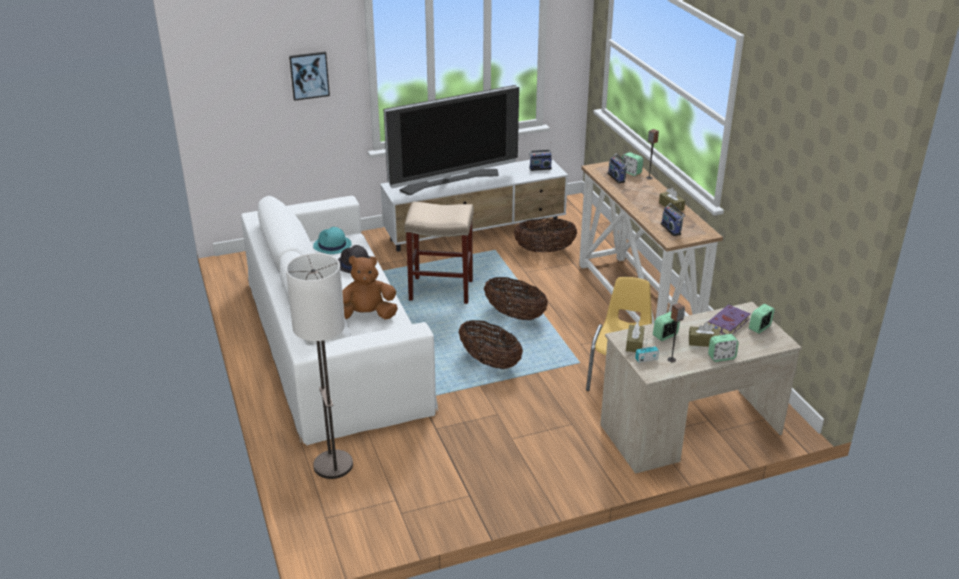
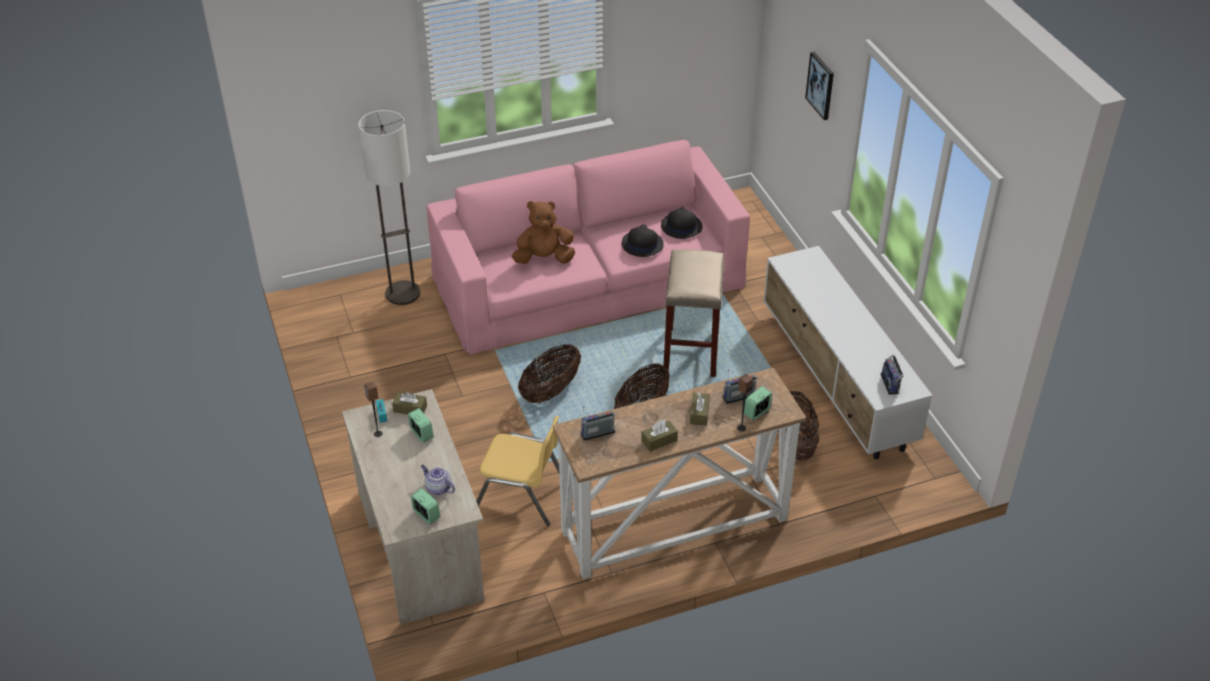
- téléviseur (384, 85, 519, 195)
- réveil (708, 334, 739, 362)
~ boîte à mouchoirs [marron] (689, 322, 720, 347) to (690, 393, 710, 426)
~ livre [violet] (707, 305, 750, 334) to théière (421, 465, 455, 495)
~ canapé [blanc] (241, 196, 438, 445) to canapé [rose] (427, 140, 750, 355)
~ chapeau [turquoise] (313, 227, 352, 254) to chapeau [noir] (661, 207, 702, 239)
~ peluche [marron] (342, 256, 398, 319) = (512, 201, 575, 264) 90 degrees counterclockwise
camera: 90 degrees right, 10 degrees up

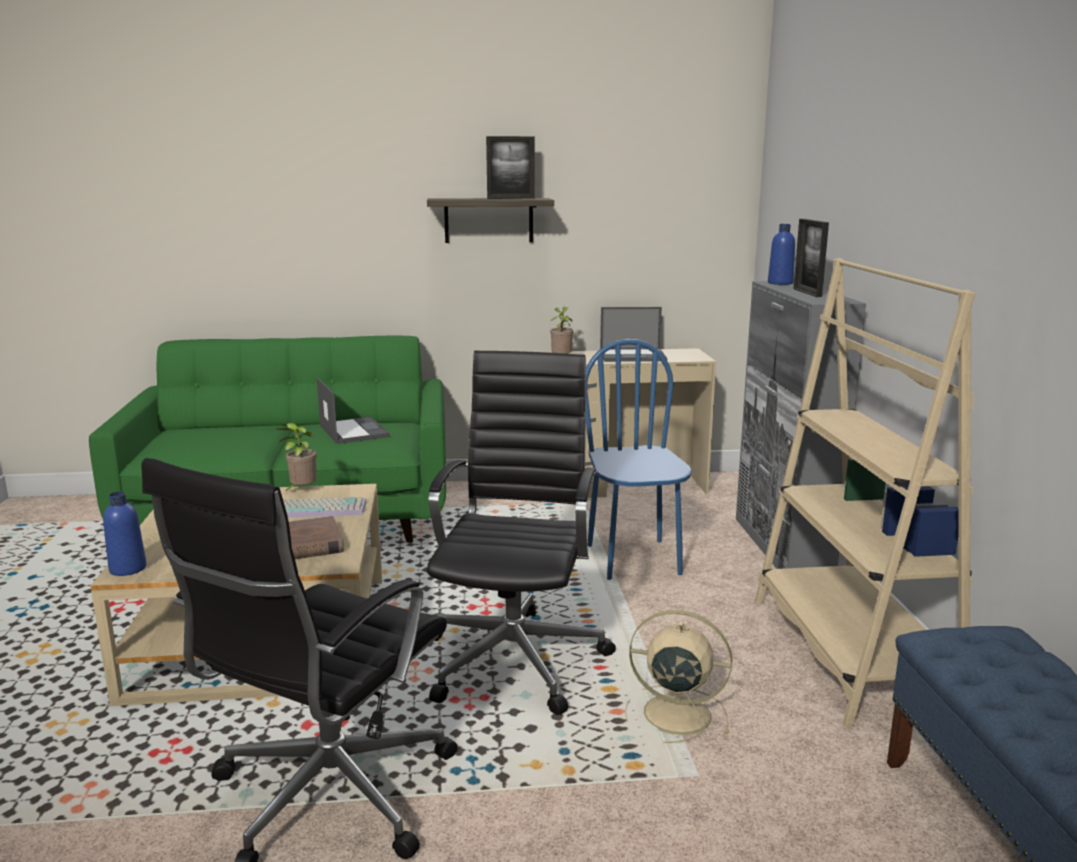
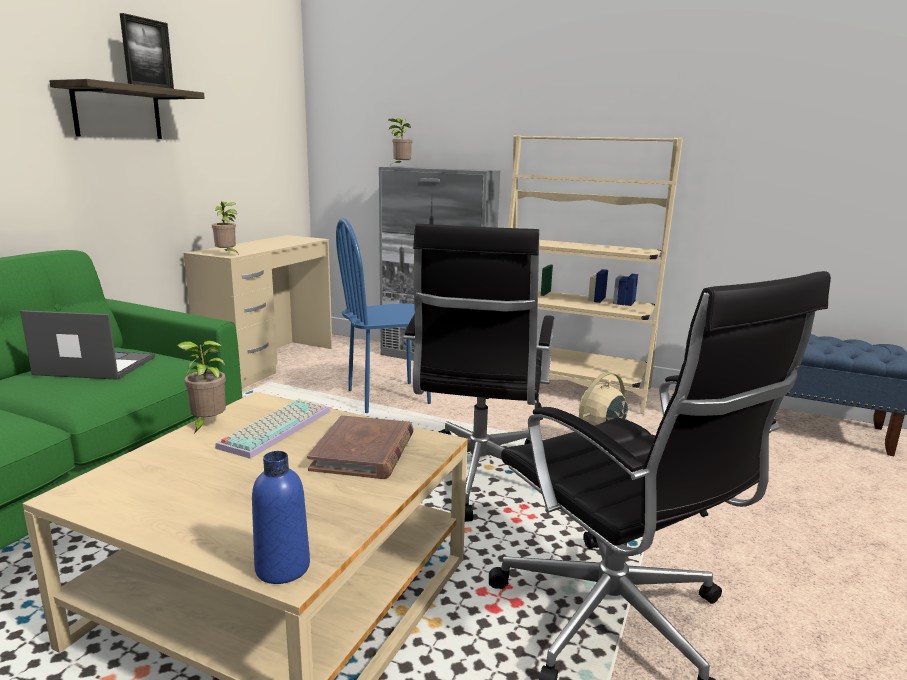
- ordinateur portable (600, 307, 667, 362)
- cadre photo (793, 219, 829, 297)
~ bouteille [bleu] (768, 224, 795, 285) to plante en pot (388, 118, 412, 163)
~ chaise de bureau [noir] (427, 350, 616, 715) = (403, 224, 554, 522) 120 degrees counterclockwise
~ chaise [bleu] (586, 339, 692, 580) = (336, 218, 431, 413) 45 degrees counterclockwise
camera: 60 degrees left, 0 degrees up

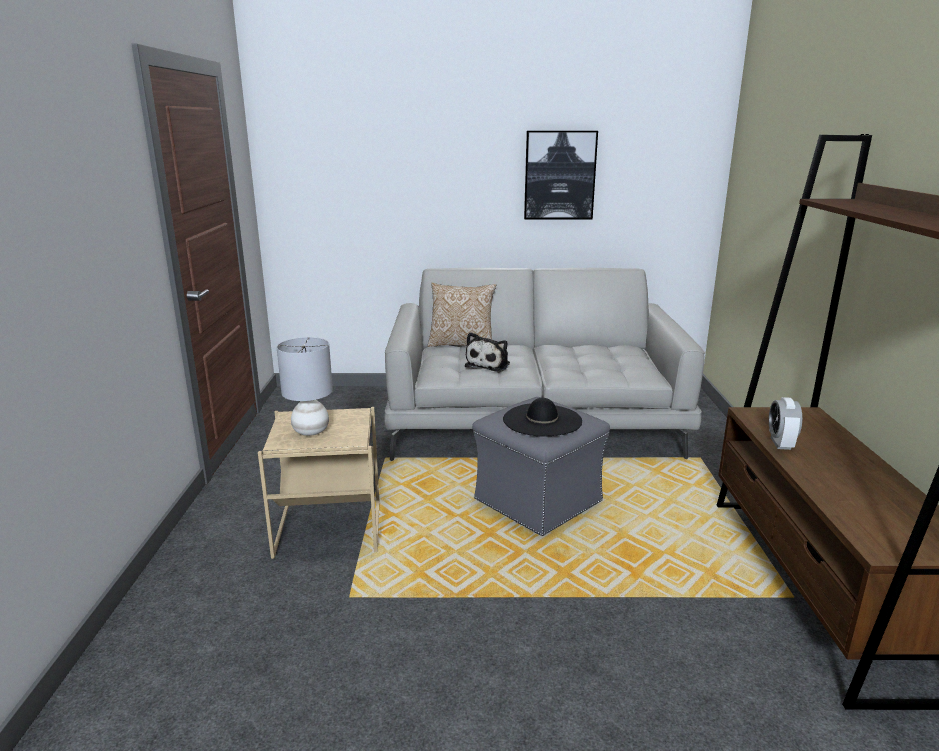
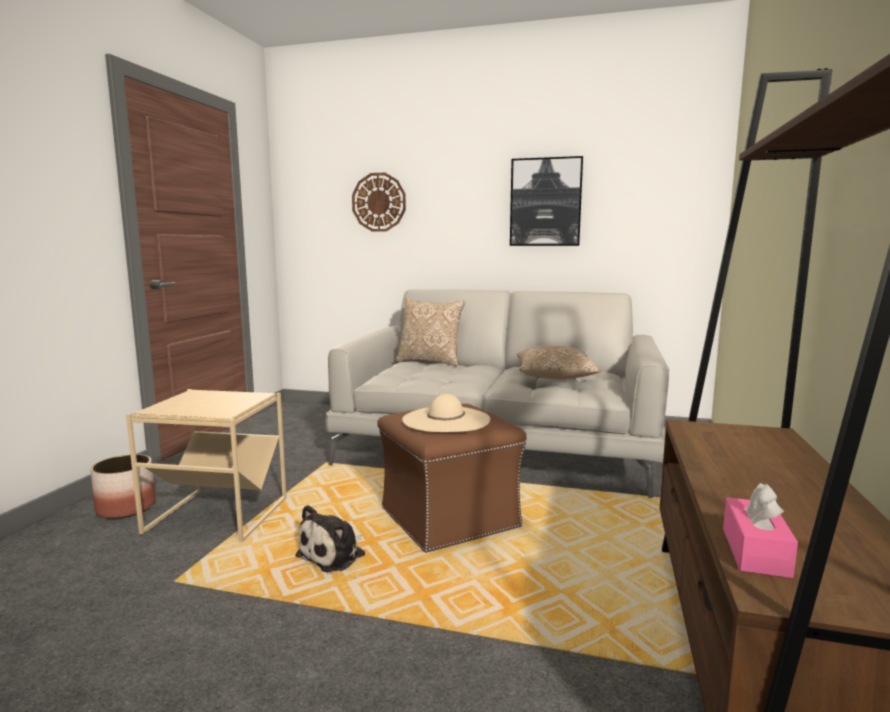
- lampe de table [gris] (277, 337, 333, 436)
- réveil (769, 397, 802, 450)
+ cache-pot (90, 454, 156, 519)
+ horloge murale (352, 173, 406, 232)
+ coussin (517, 345, 601, 379)
+ boîte à mouchoirs [rose] (723, 483, 798, 578)
~ peluche (465, 332, 510, 371) to (295, 505, 365, 572)
~ pouf [gris] (472, 397, 610, 536) to pouf [marron] (377, 404, 527, 553)
~ chapeau [noir] (503, 397, 582, 436) to chapeau [beige] (402, 394, 490, 432)
camera: 15 degrees right, 10 degrees down

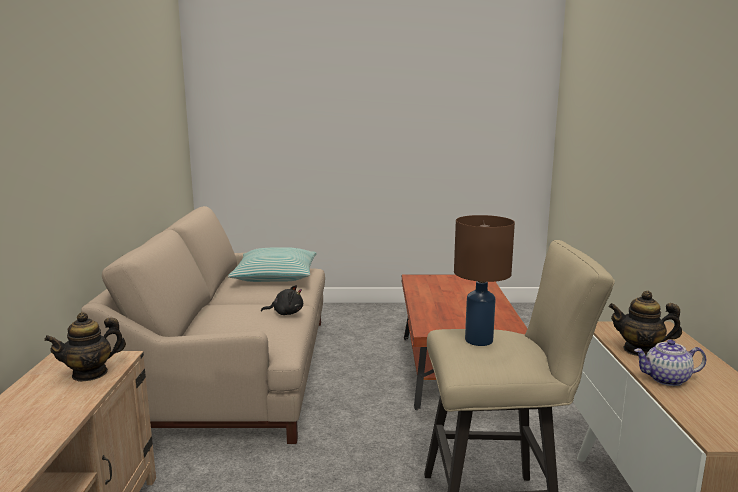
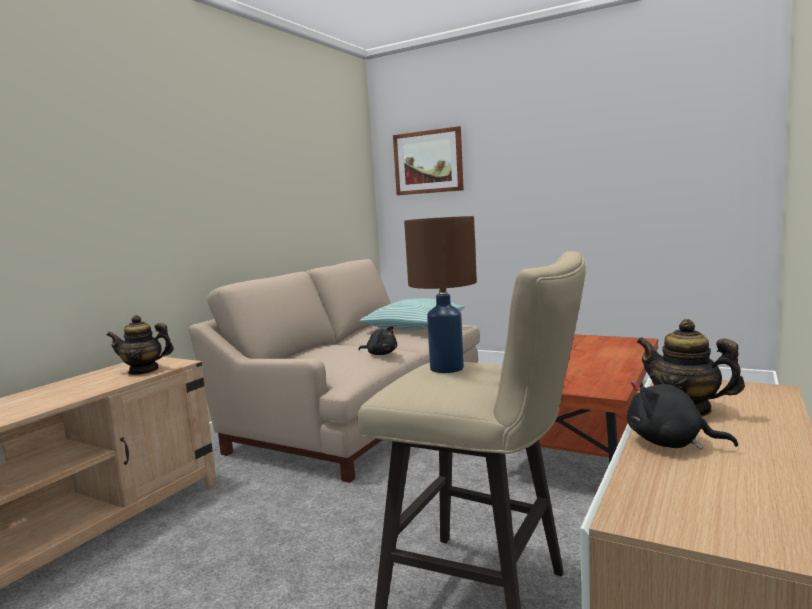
+ tableau (393, 126, 464, 195)
~ théière (634, 340, 706, 386) to peluche [noir] (627, 373, 738, 450)
camera: 30 degrees right, 5 degrees down

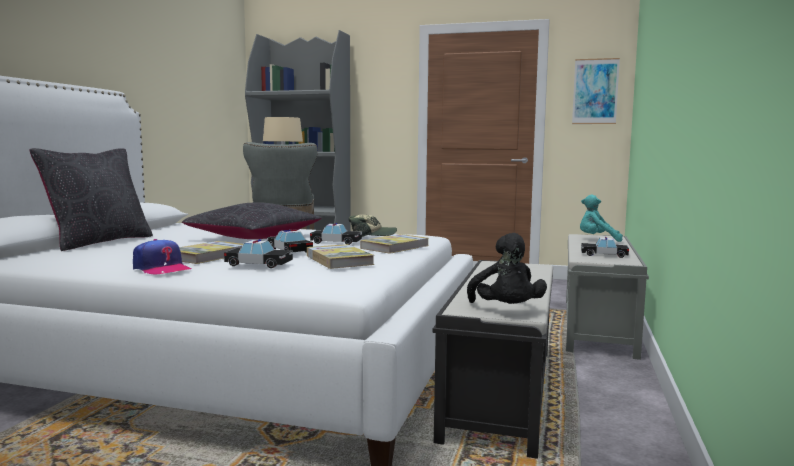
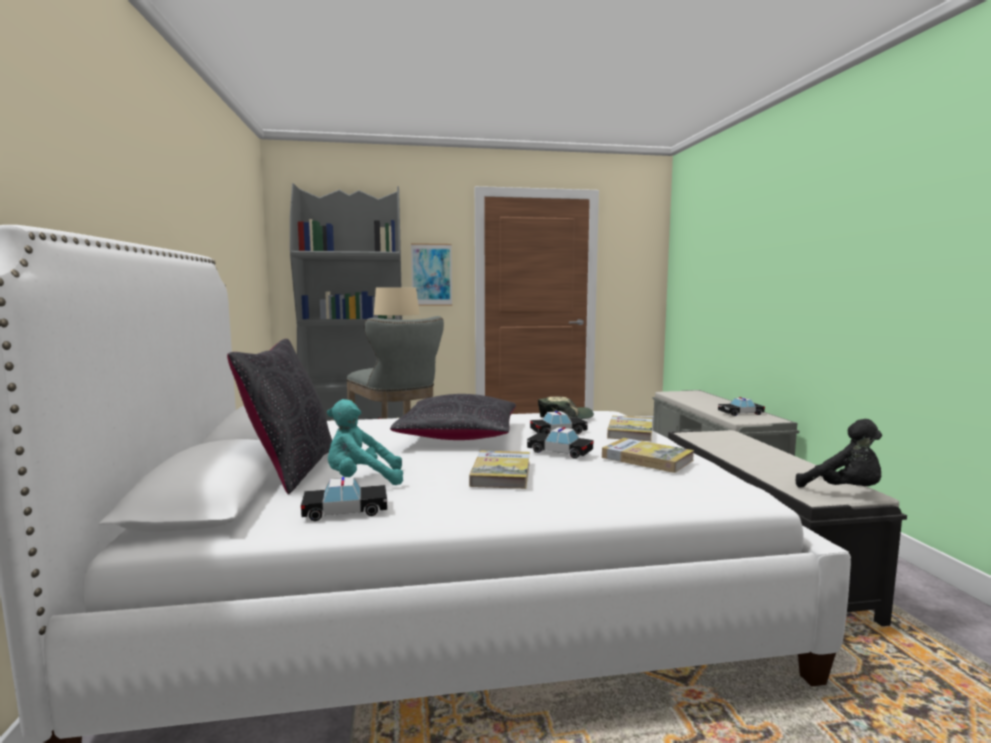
- casquette (133, 239, 191, 274)
~ petite voiture (224, 239, 293, 268) to (301, 477, 387, 521)
~ tableau (572, 58, 620, 124) to (411, 243, 452, 306)
~ peluche [turquoise] (580, 194, 623, 242) to (327, 399, 403, 485)
camera: 25 degrees left, 0 degrees up

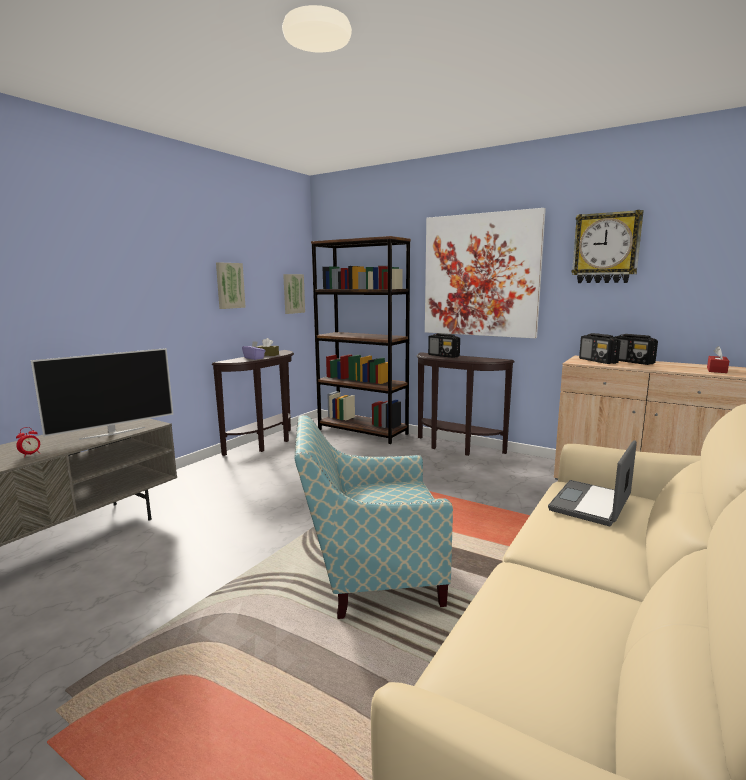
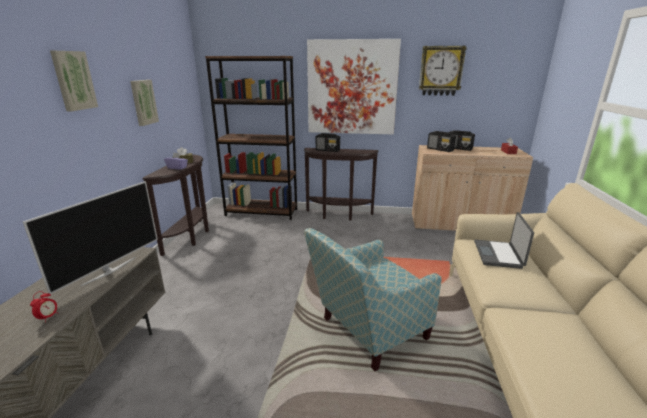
~ tableau (283, 274, 305, 314) to (50, 51, 98, 111)
camera: 25 degrees left, 10 degrees up

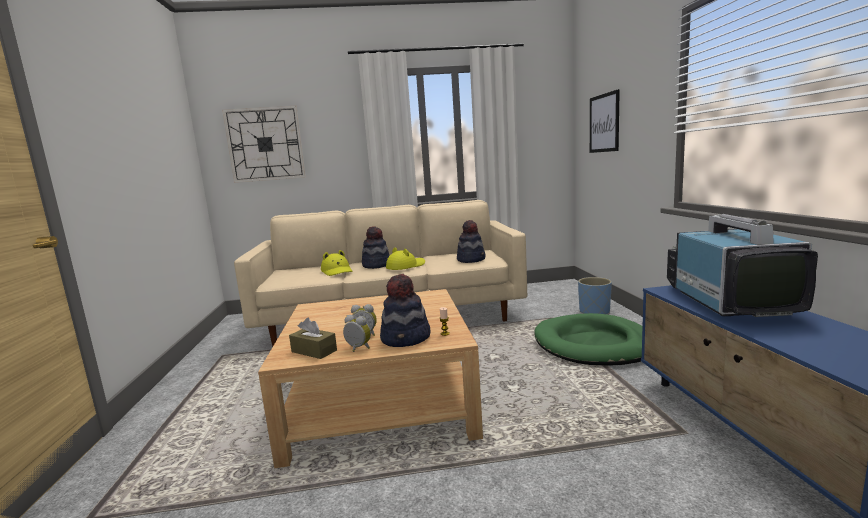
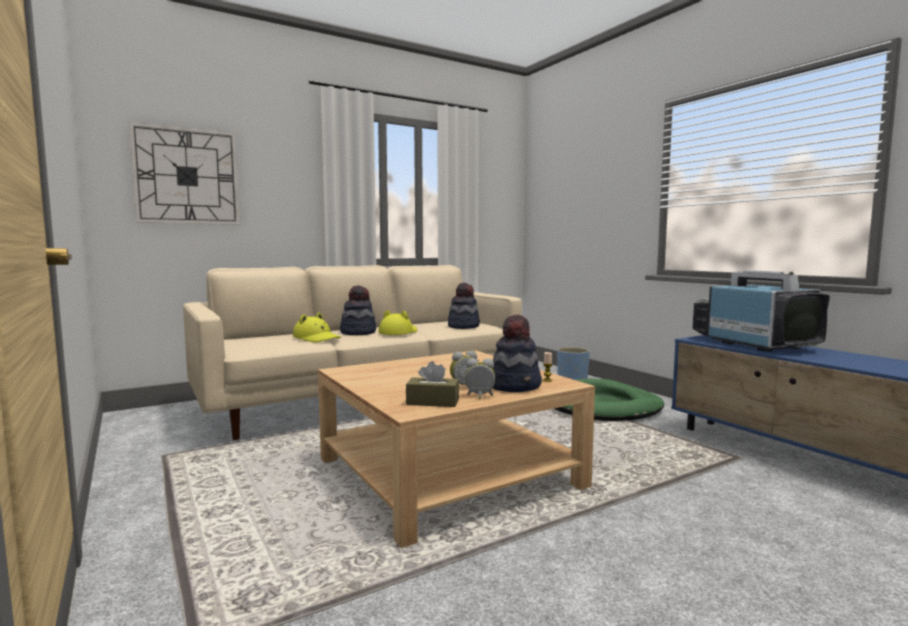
- tableau (590, 89, 620, 153)
camera: 25 degrees left, 5 degrees down

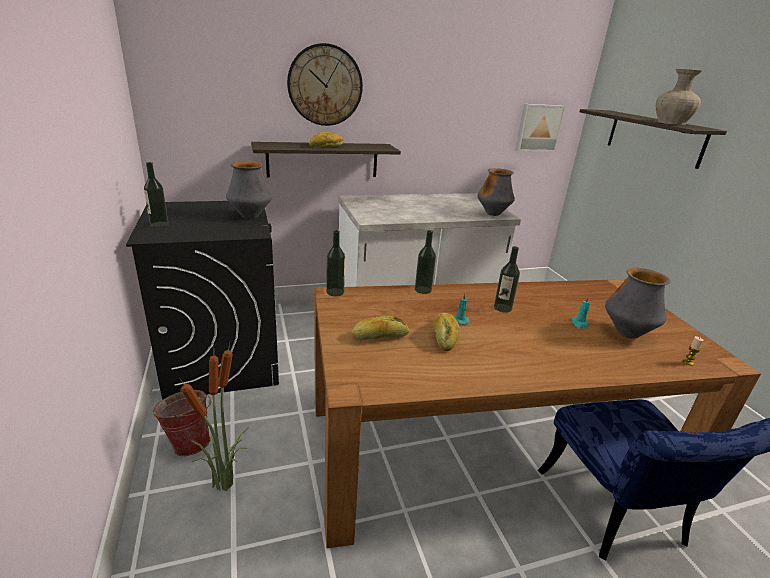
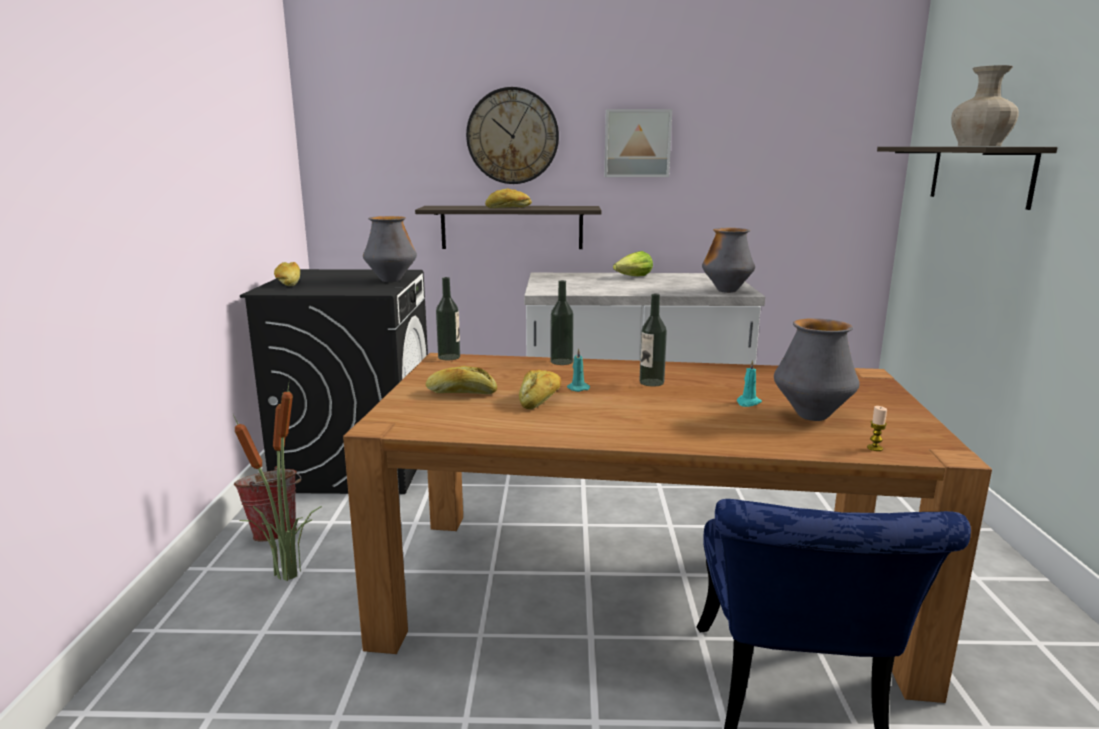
+ laitue (613, 251, 653, 276)
~ tableau (515, 104, 566, 152) to (604, 109, 672, 177)
~ bouteille (144, 162, 169, 227) to pain (274, 262, 300, 286)
camera: 20 degrees right, 10 degrees down

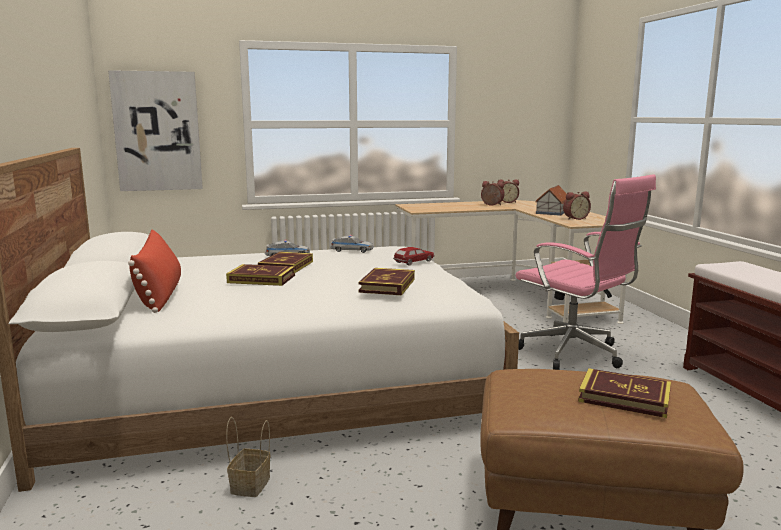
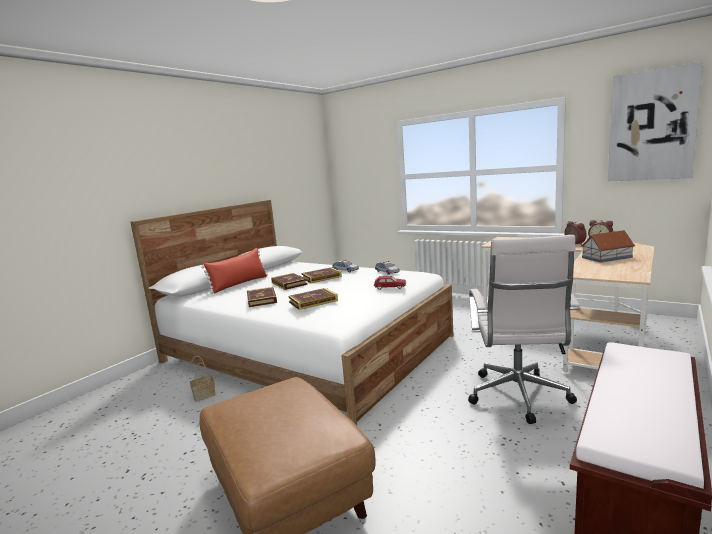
- réveil (563, 191, 591, 220)
~ tableau (108, 70, 203, 191) to (608, 62, 703, 181)
~ livre (578, 368, 671, 418) to (247, 287, 277, 307)
~ chaise de bureau [rose] (516, 174, 656, 370) to chaise de bureau [blanc] (468, 235, 581, 424)
camera: 50 degrees right, 0 degrees up

